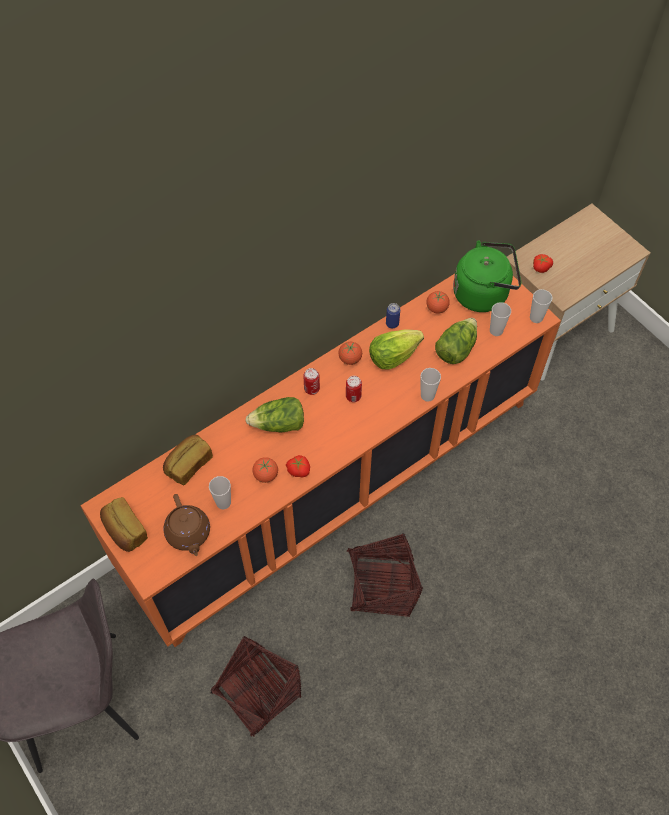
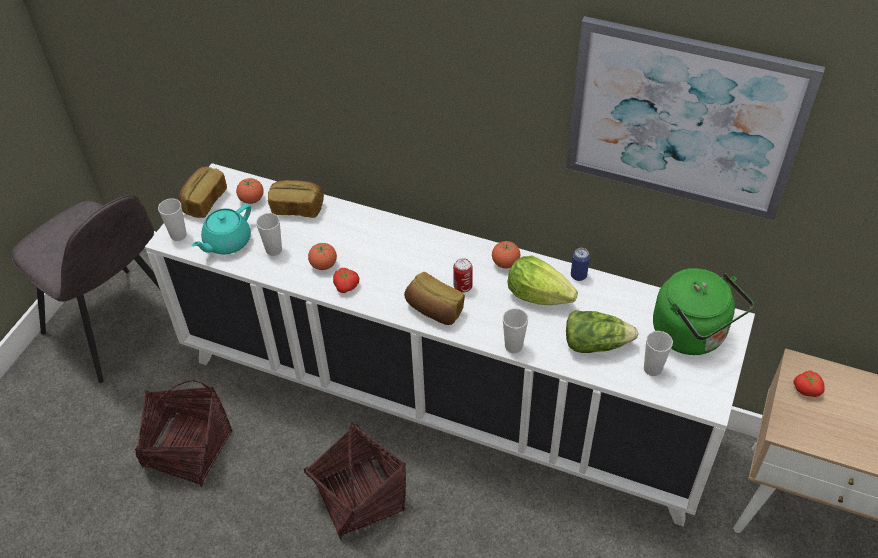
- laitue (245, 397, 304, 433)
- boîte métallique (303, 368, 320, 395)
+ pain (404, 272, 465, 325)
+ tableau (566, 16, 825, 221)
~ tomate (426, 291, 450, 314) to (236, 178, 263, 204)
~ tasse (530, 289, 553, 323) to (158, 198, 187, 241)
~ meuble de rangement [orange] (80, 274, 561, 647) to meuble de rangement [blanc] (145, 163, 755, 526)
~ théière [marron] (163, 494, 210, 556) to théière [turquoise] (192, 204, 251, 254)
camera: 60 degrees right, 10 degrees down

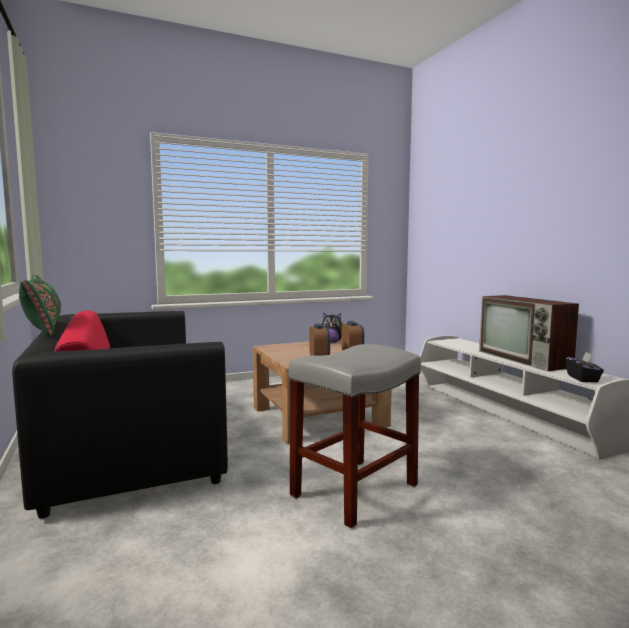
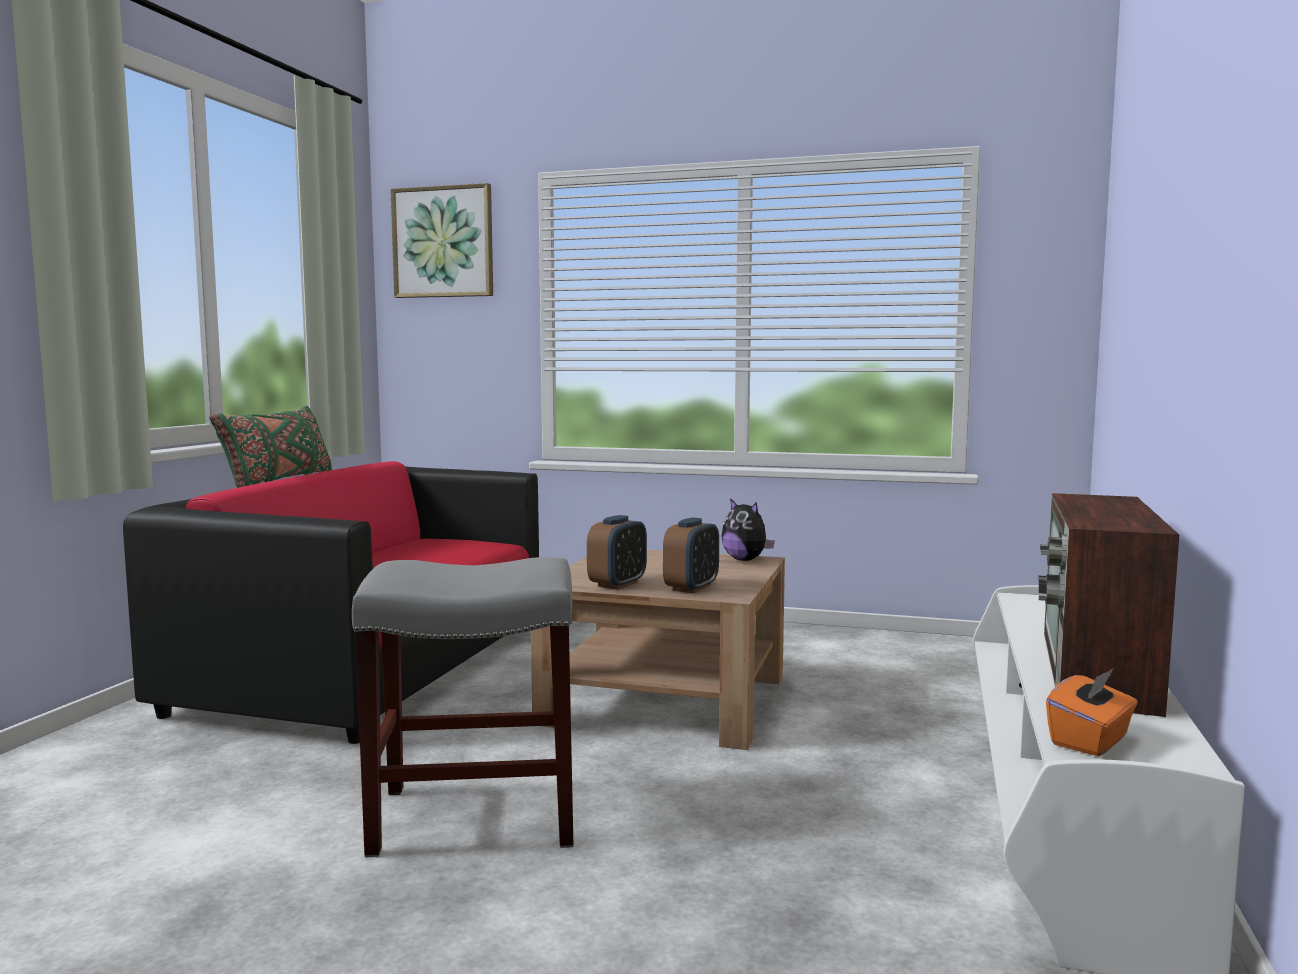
+ tableau (390, 183, 493, 298)
~ boîte à mouchoirs [noir] (566, 352, 604, 382) to boîte à mouchoirs [orange] (1046, 668, 1138, 756)
camera: 40 degrees right, 0 degrees up

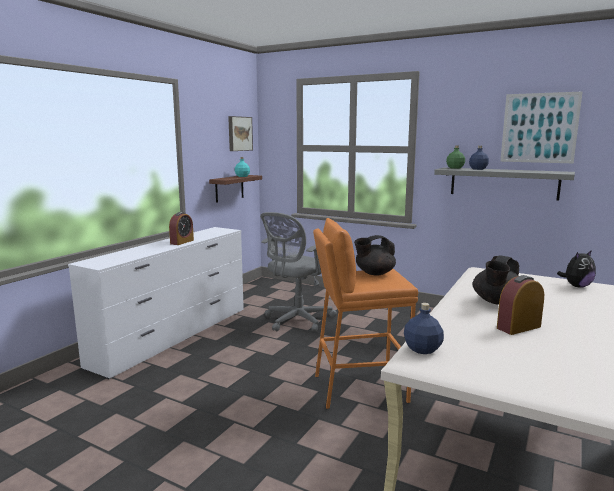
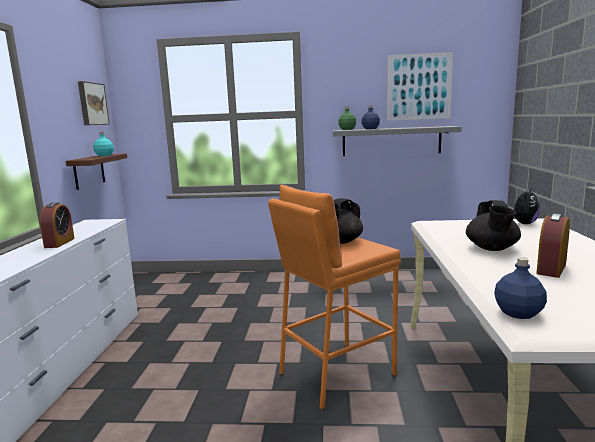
- chaise de bureau [gris] (260, 212, 337, 332)
camera: 25 degrees left, 0 degrees up

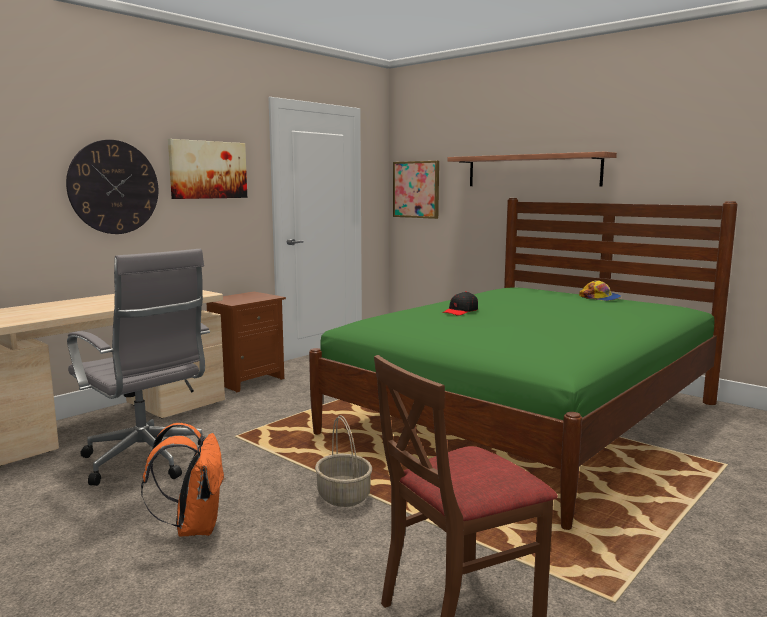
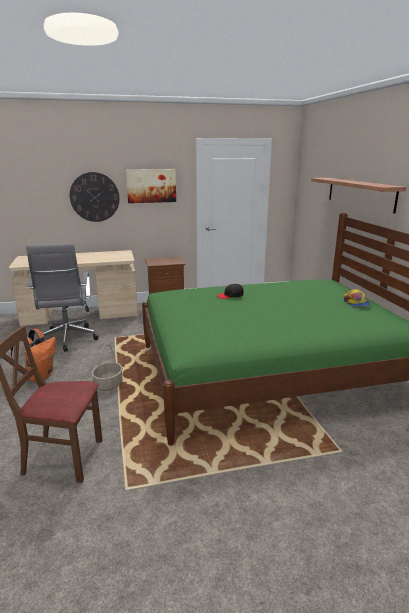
- tableau (393, 161, 439, 219)
camera: 35 degrees right, 10 degrees up

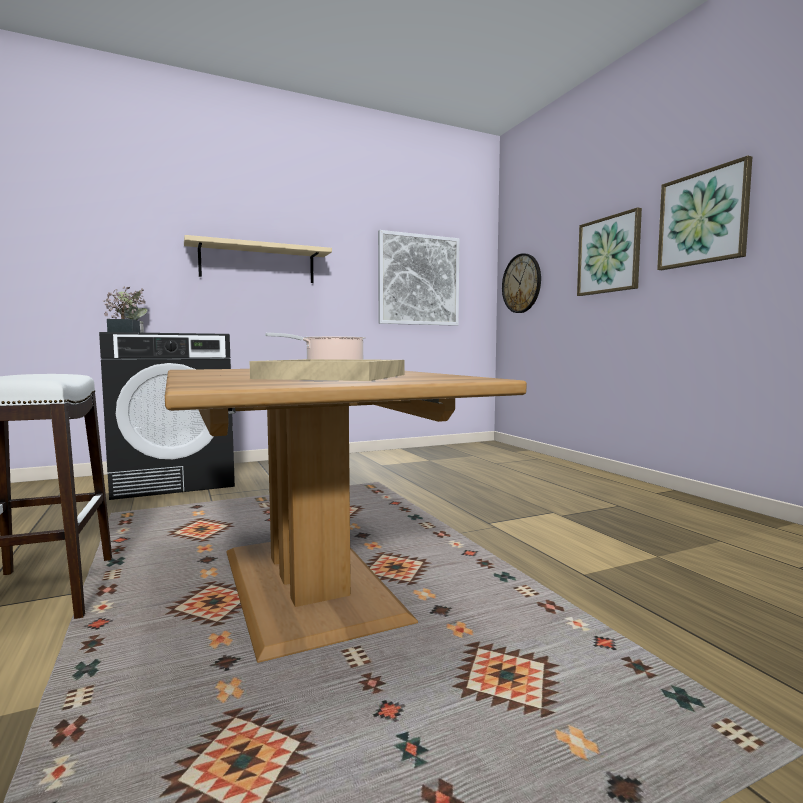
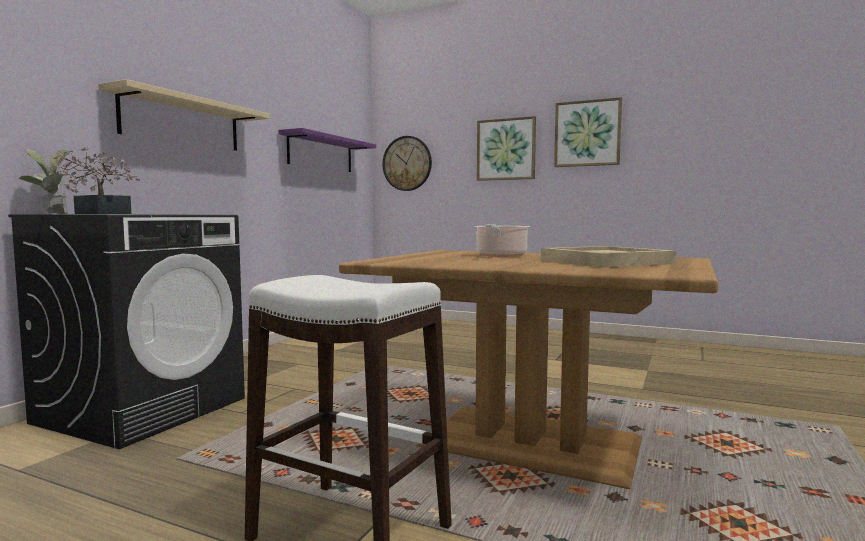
~ tableau (378, 230, 460, 326) to étagère [violet] (278, 128, 376, 172)
camera: 40 degrees left, 0 degrees up

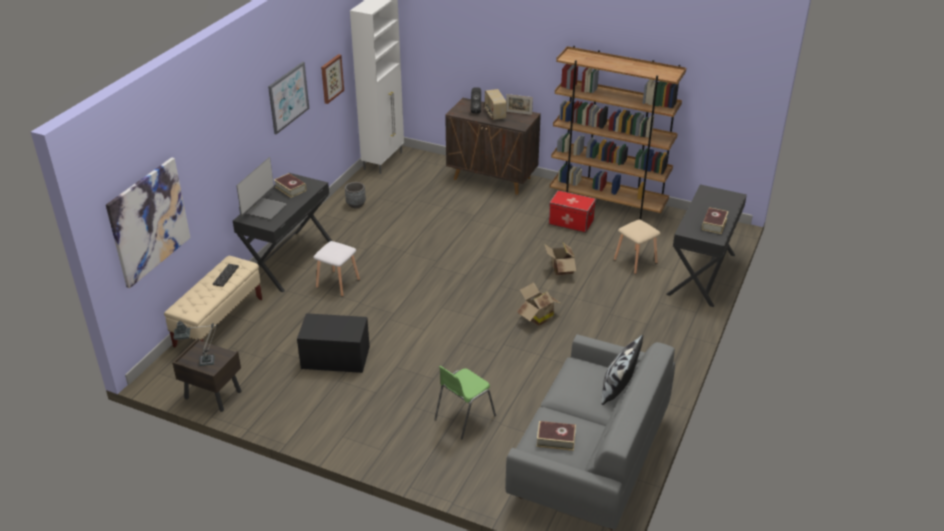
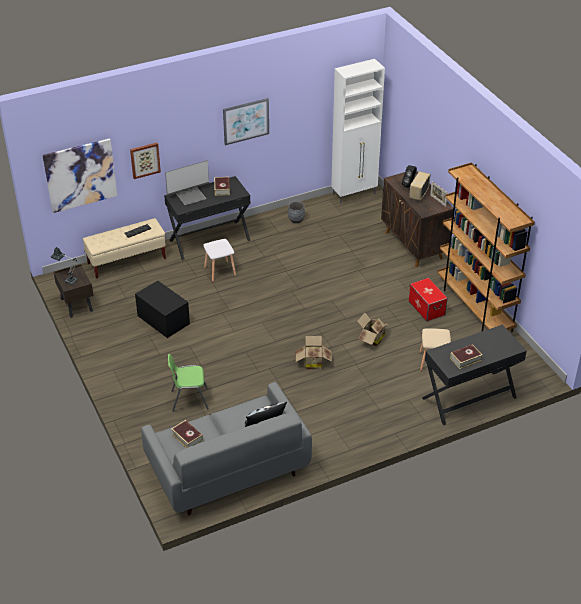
~ tableau (321, 54, 344, 104) to (130, 143, 161, 179)
camera: 40 degrees right, 5 degrees up

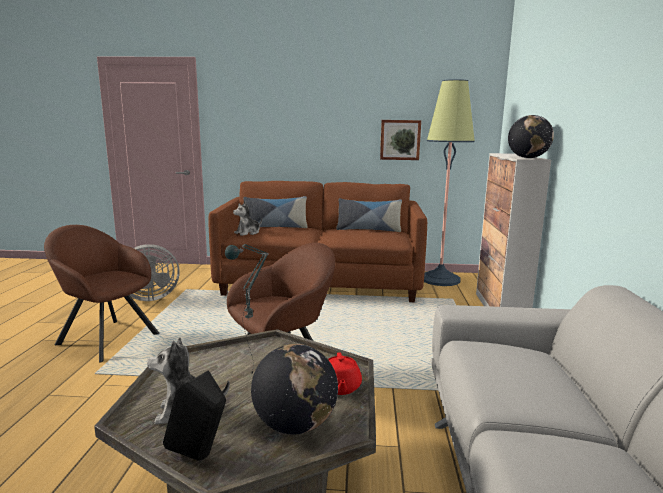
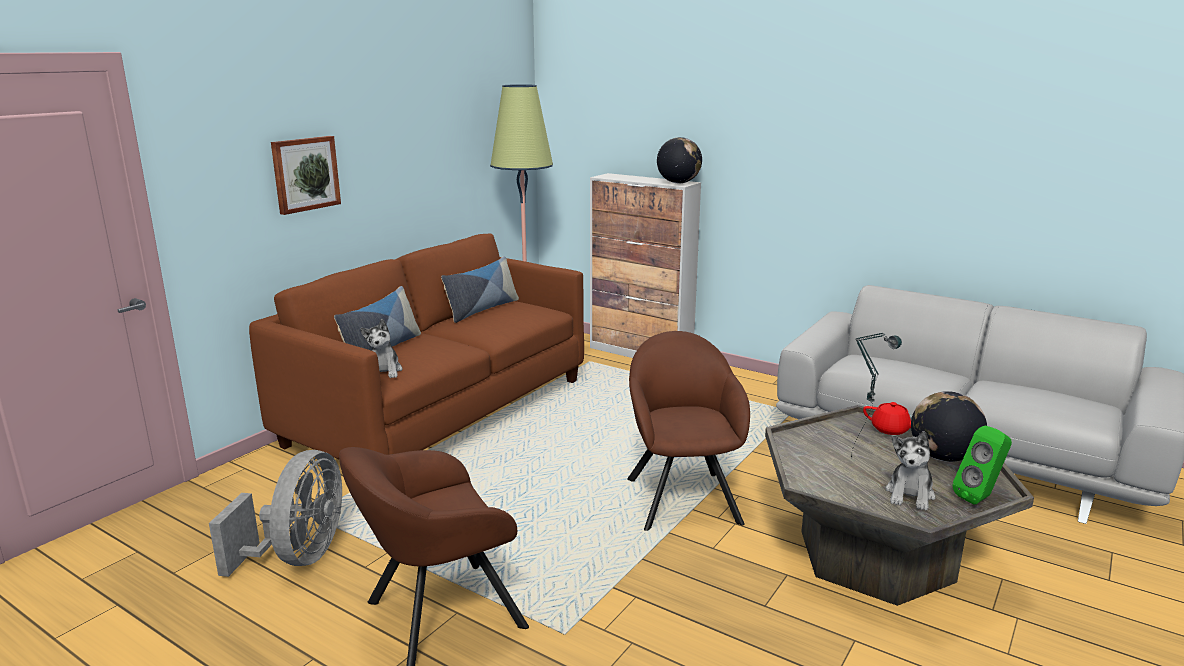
~ tableau (380, 120, 421, 160) to (271, 136, 341, 215)
~ enceinte [noir] (163, 370, 226, 461) to enceinte [vert] (952, 426, 1012, 505)
camera: 60 degrees left, 5 degrees up

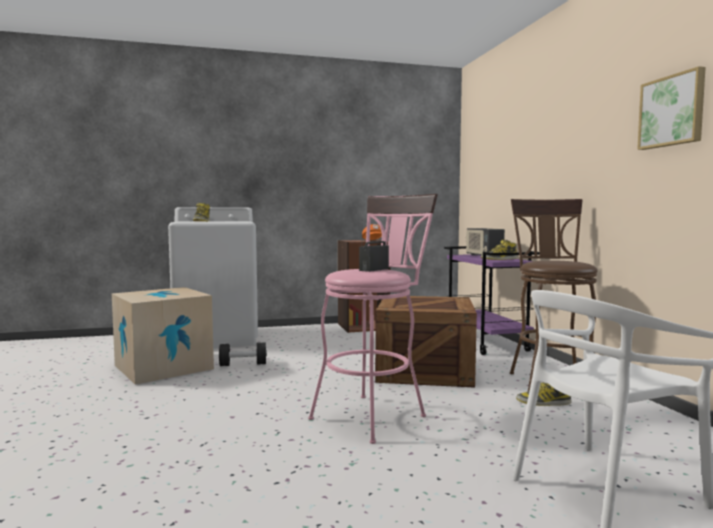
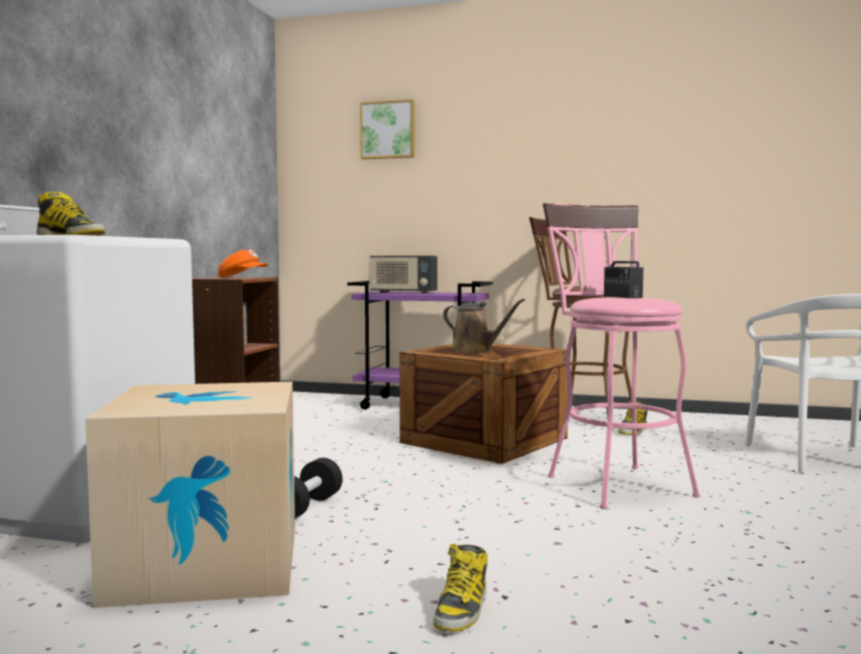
+ arrosoir [marron] (443, 298, 525, 353)
~ botte (481, 240, 517, 260) to (433, 544, 487, 632)
~ tableau (637, 66, 706, 150) to (360, 99, 415, 159)
camera: 60 degrees left, 0 degrees up

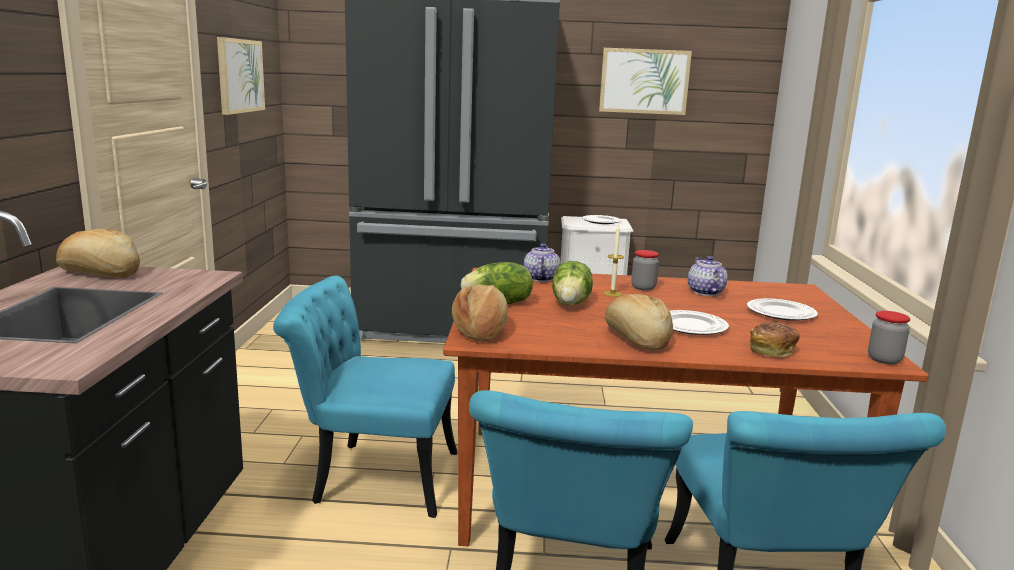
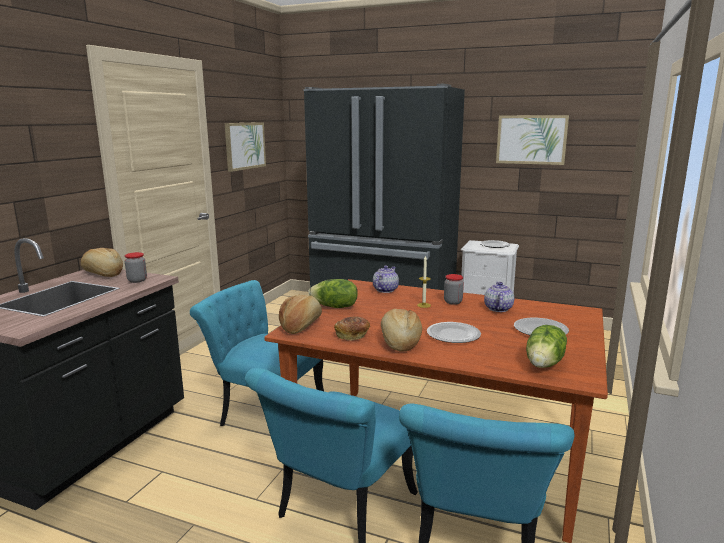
~ laitue (552, 261, 593, 305) to (526, 325, 567, 368)
~ pain (750, 322, 800, 357) to (334, 316, 370, 340)
~ bocal (868, 311, 910, 364) to (125, 252, 147, 283)
camera: 20 degrees right, 0 degrees up

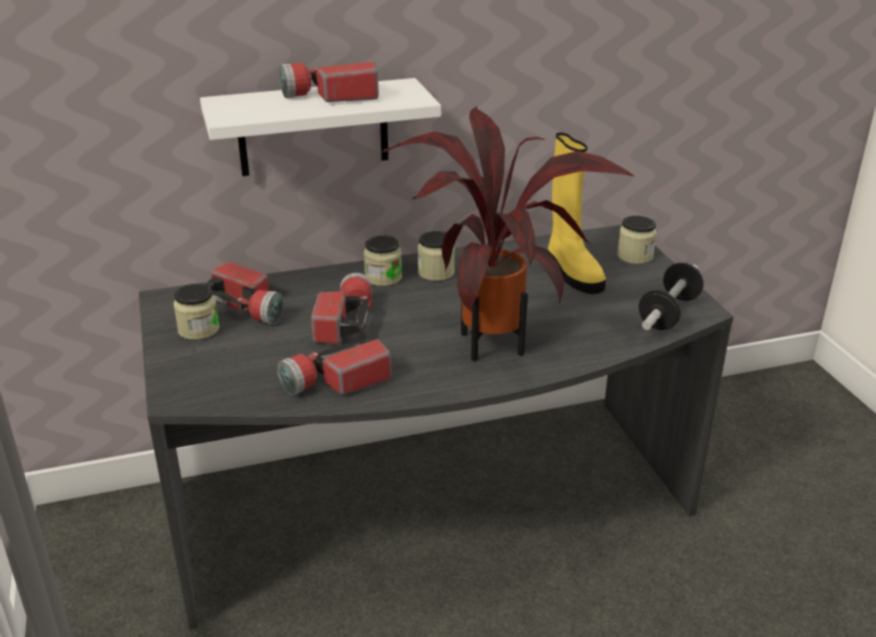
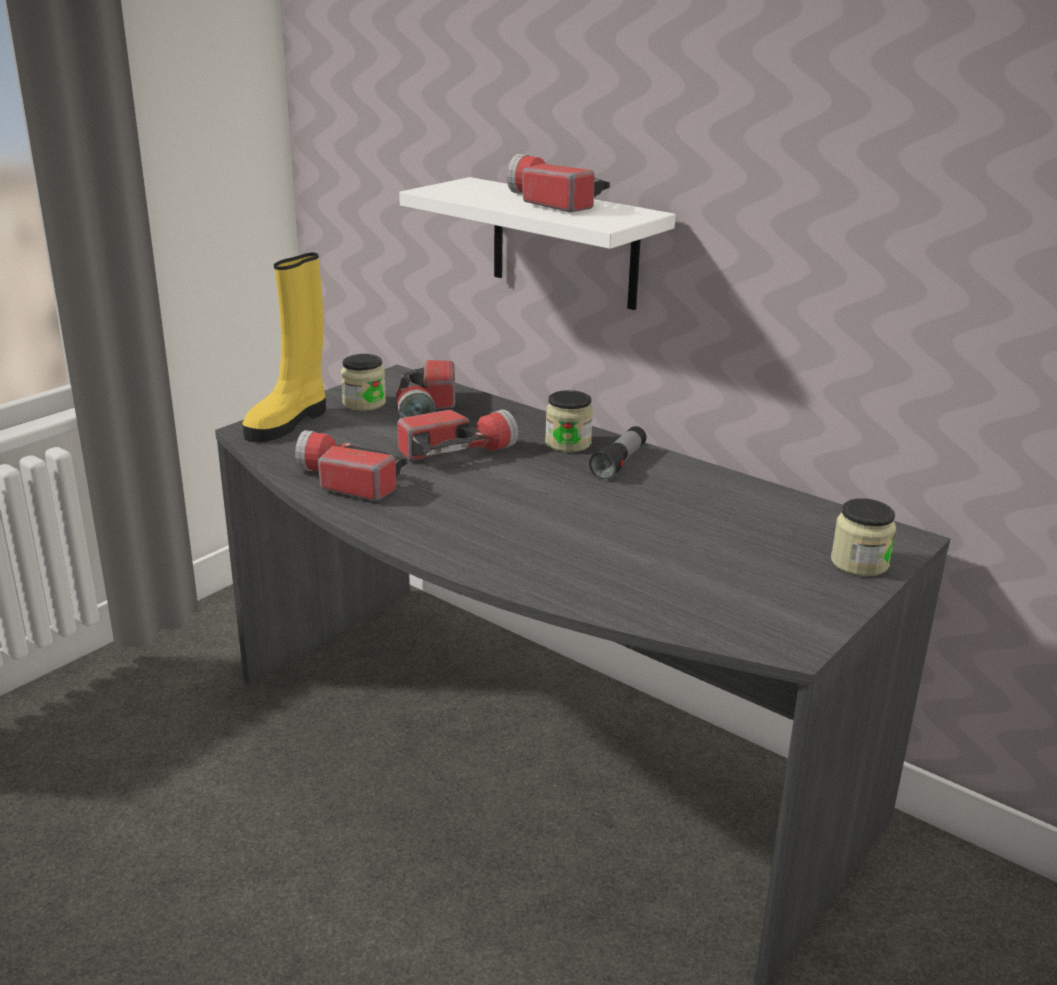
- plante en pot (382, 106, 634, 361)
- haltère (639, 263, 704, 330)
~ botte [jaune] (548, 132, 606, 294) to (242, 253, 326, 443)
~ bocal (418, 231, 455, 281) to lampe de poche (589, 426, 647, 480)
camera: 55 degrees right, 5 degrees down

